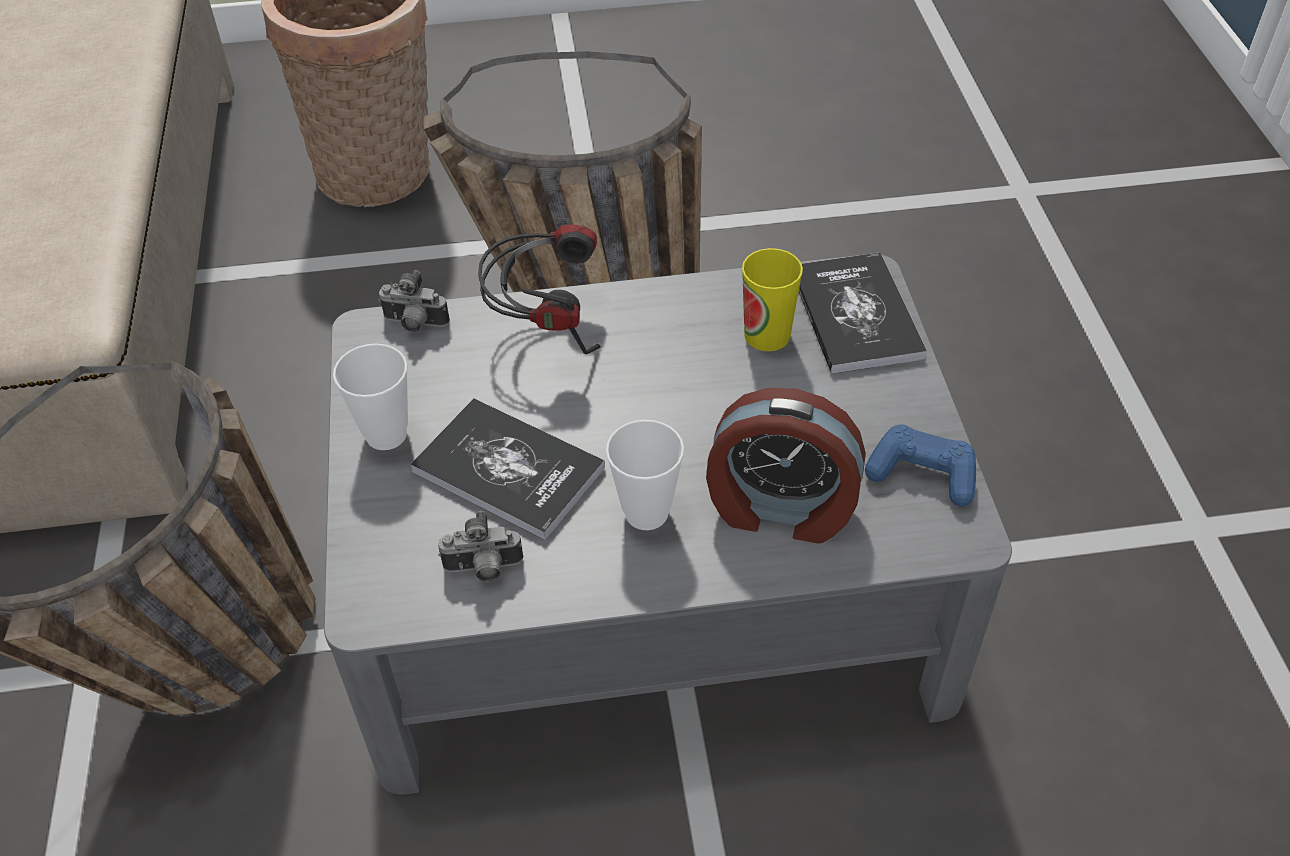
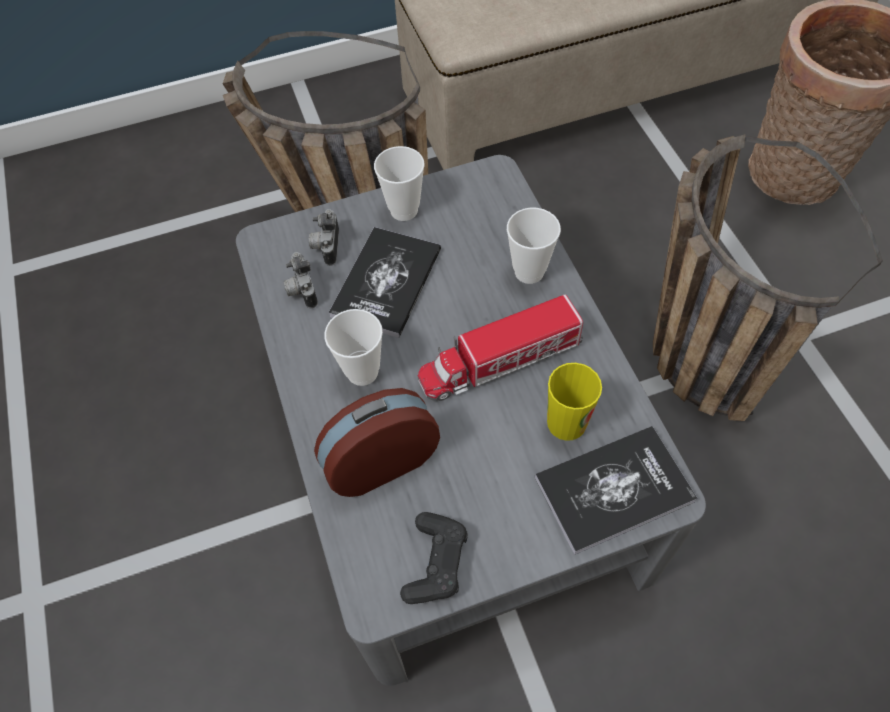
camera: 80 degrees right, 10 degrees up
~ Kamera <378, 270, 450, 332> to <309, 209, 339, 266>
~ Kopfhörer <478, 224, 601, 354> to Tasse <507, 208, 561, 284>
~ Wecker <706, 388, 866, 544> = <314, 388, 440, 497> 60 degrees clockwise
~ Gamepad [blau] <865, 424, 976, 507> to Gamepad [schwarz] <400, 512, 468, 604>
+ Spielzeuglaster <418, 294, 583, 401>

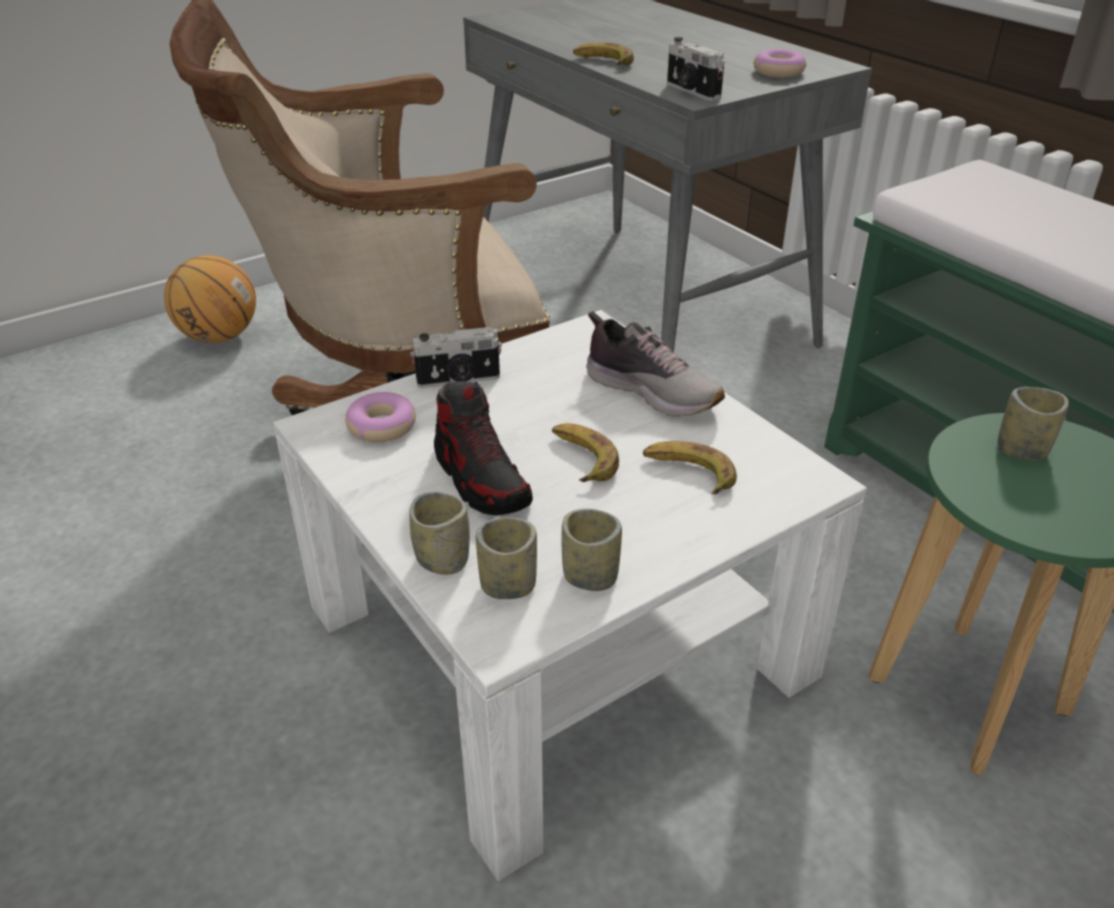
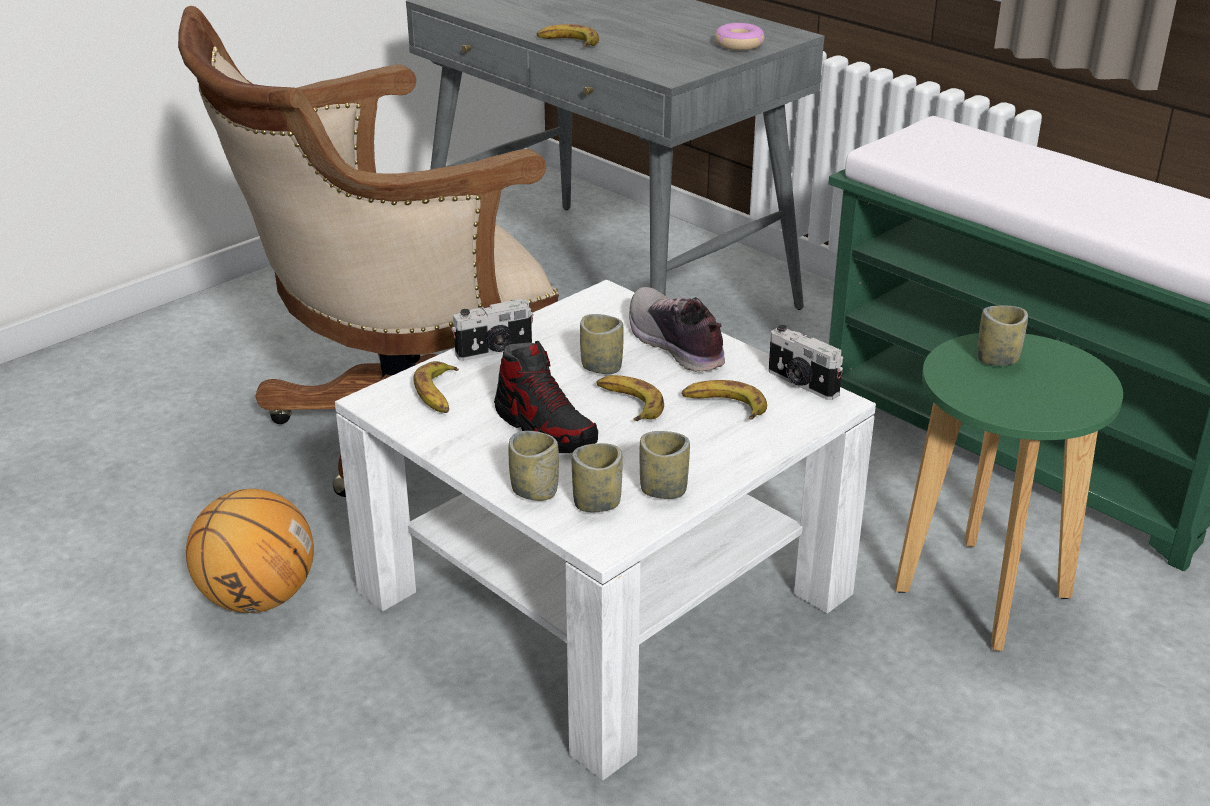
camera: 10 degrees left, 5 degrees down
~ Basketball <164, 255, 256, 343> to <186, 489, 314, 613>
~ Donut <345, 392, 416, 442> to Banane <413, 361, 459, 413>
~ Schuh <586, 311, 725, 416> = <629, 287, 725, 372> 150 degrees counterclockwise
~ Kamera <667, 37, 725, 101> to <768, 325, 843, 400>
+ Tasse <580, 314, 624, 374>

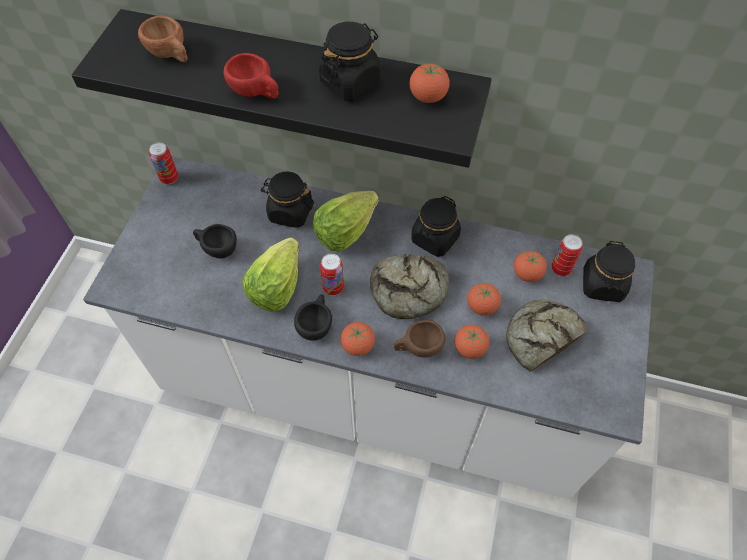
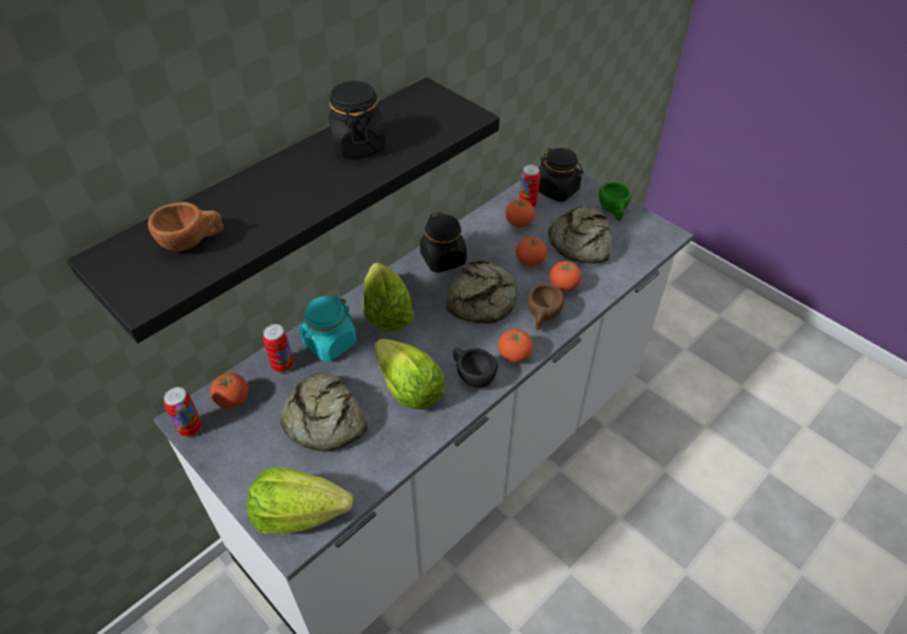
camera: 60 degrees left, 10 degrees down
~ Tasse [schwarz] <193, 224, 237, 258> to Brot <280, 372, 368, 451>
- Tasse [rot] <223, 53, 279, 99>
~ Vorratsglas [schwarz] <261, 172, 314, 228> to Vorratsglas [türkis] <299, 295, 356, 361>
~ Dose <320, 254, 344, 296> to <263, 324, 294, 373>
~ Tomate <409, 64, 449, 103> to <210, 373, 248, 409>
+ Salatkopf <247, 468, 353, 534>
+ Tasse [grün] <599, 182, 631, 221>

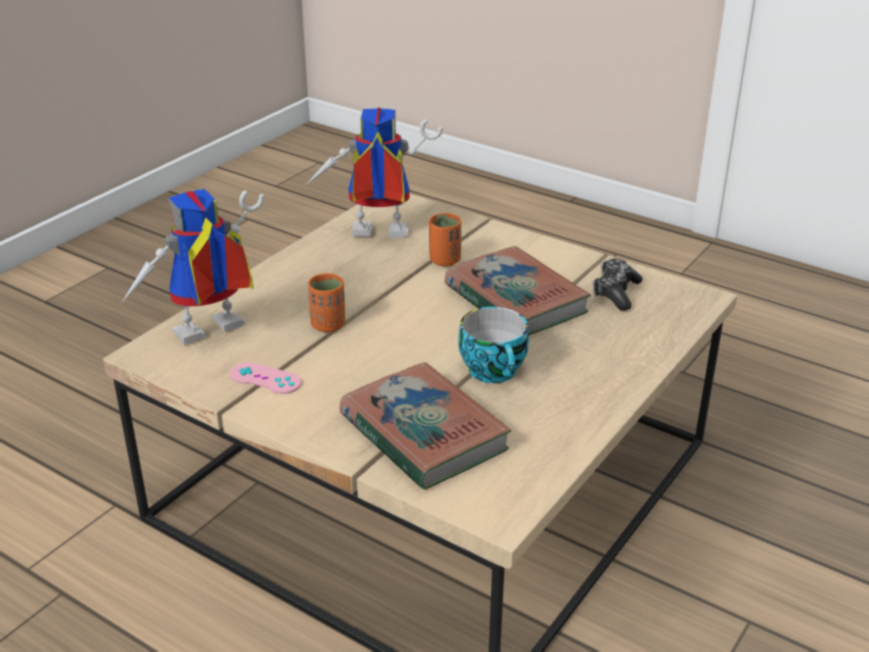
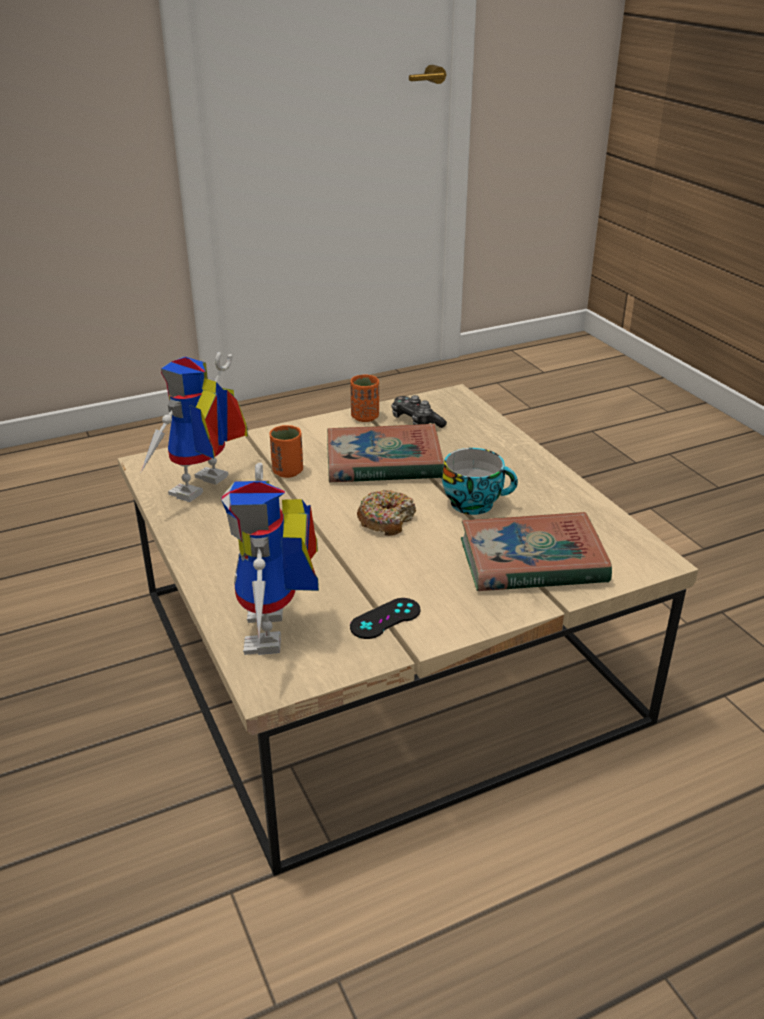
camera: 60 degrees left, 0 degrees up
~ Gamepad [rosa] <230, 362, 301, 394> to Gamepad [schwarz] <350, 598, 420, 639>
~ Tasse [orange] <308, 273, 345, 332> to <351, 374, 379, 422>
+ Donut <357, 490, 416, 536>

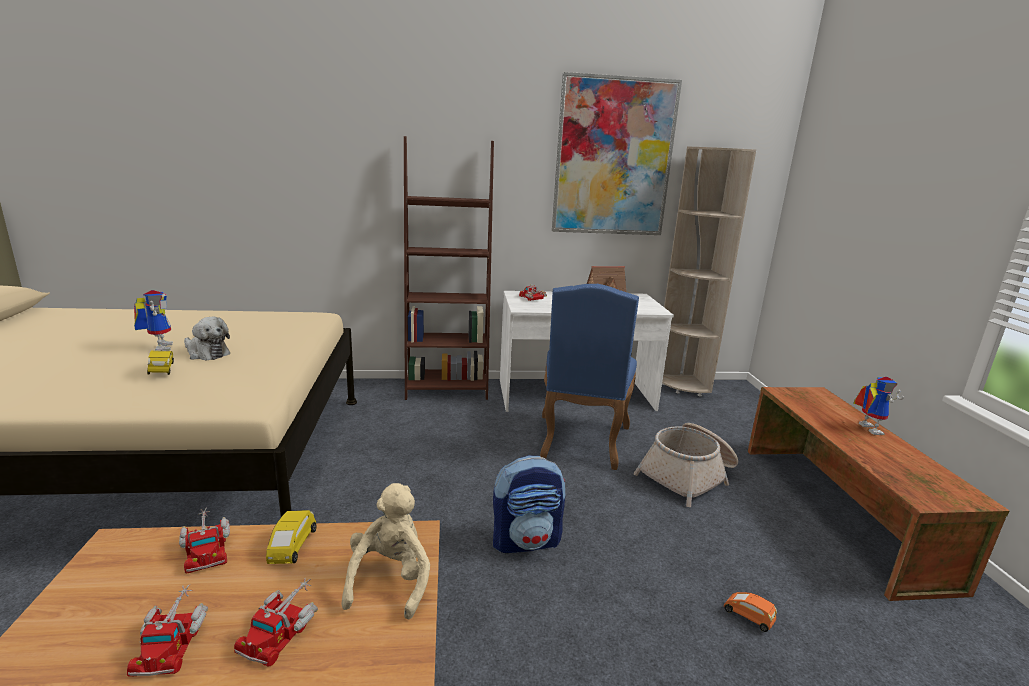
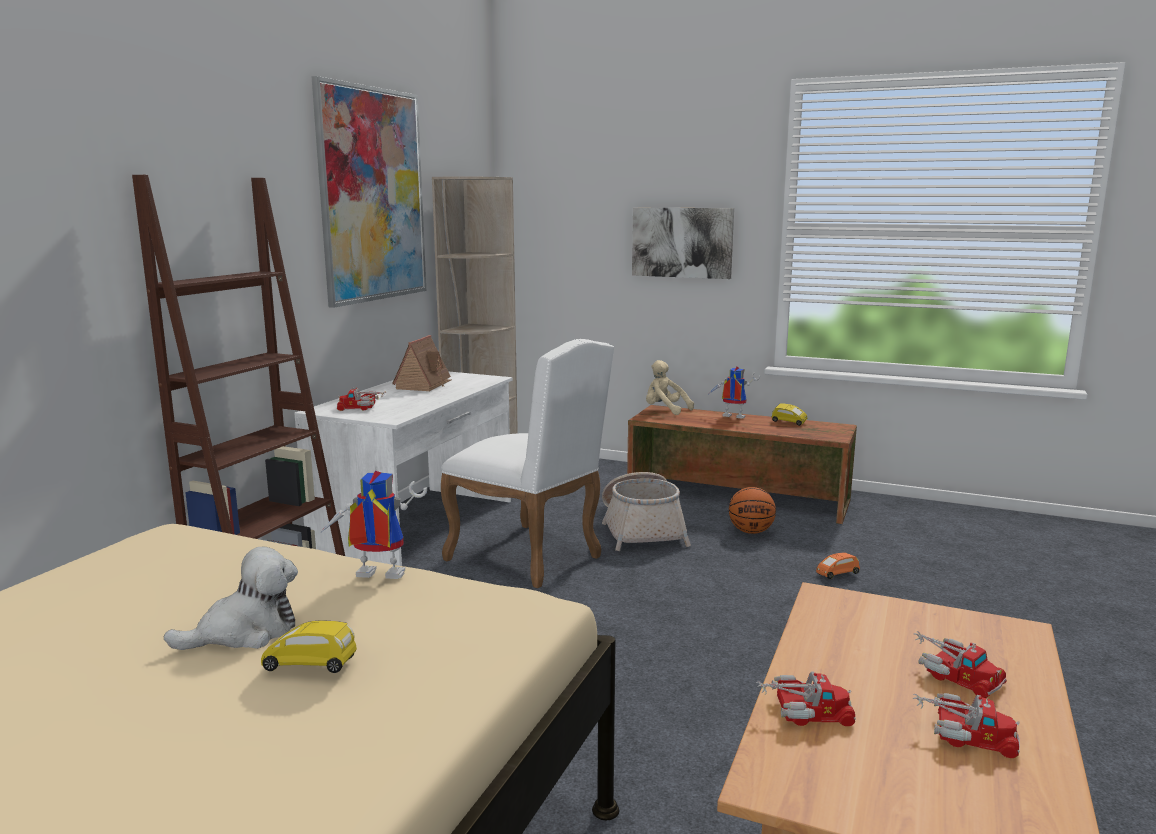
camera: 60 degrees left, 5 degrees down
~ Spielzeugroboter <134, 290, 173, 351> to <320, 471, 427, 579>
~ Spielzeugauto [gelb] <266, 510, 317, 564> to <772, 404, 807, 426>
~ Plüschtier [beige] <342, 483, 430, 620> to <646, 360, 694, 415>
- Rucksack <493, 455, 565, 553>
~ Stuhl [blau] <540, 284, 639, 470> to Stuhl [weiß] <441, 339, 614, 588>
+ Bild <632, 208, 734, 279>
+ Basketball <729, 487, 776, 534>

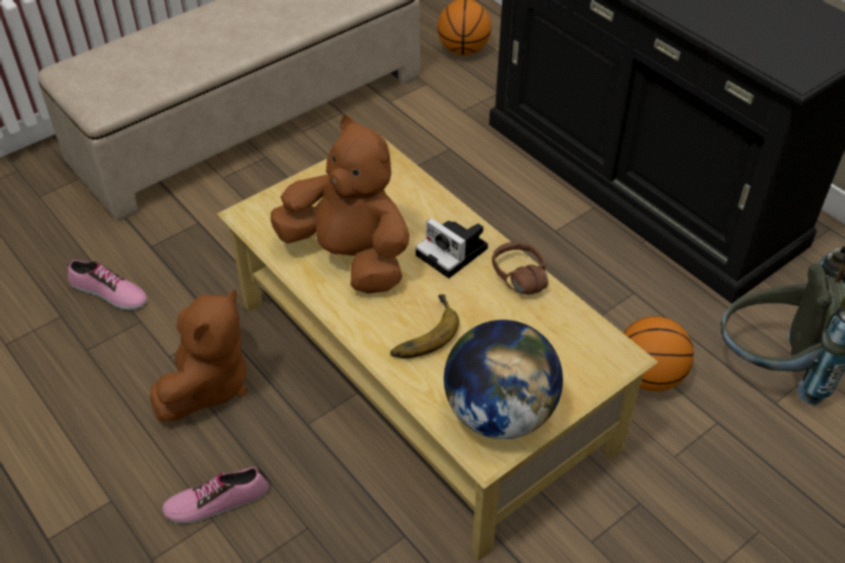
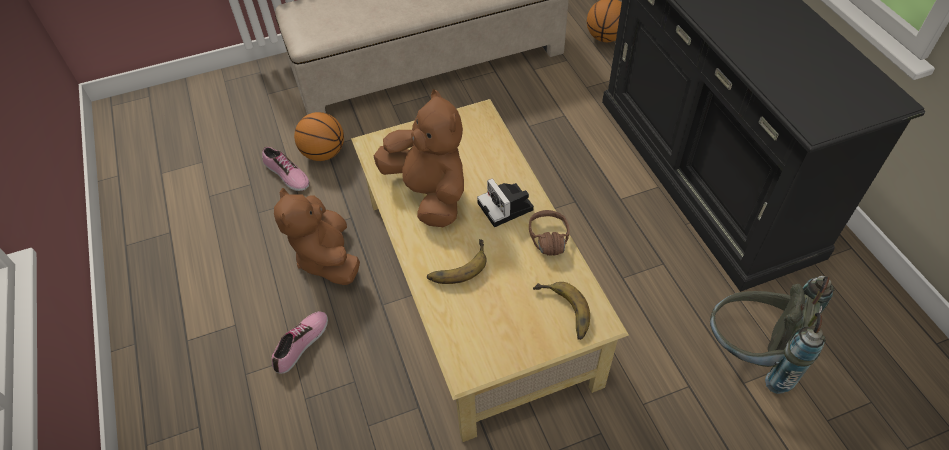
camera: 20 degrees right, 5 degrees up
~ Plüschtier [braun] <150, 289, 248, 421> = <274, 188, 360, 285> 120 degrees clockwise
~ Schuh <162, 467, 269, 524> = <272, 311, 328, 374> 120 degrees clockwise
- Globus <444, 320, 563, 439>
~ Basketball <623, 316, 694, 391> to <294, 112, 344, 161>
+ Banane <533, 282, 590, 340>

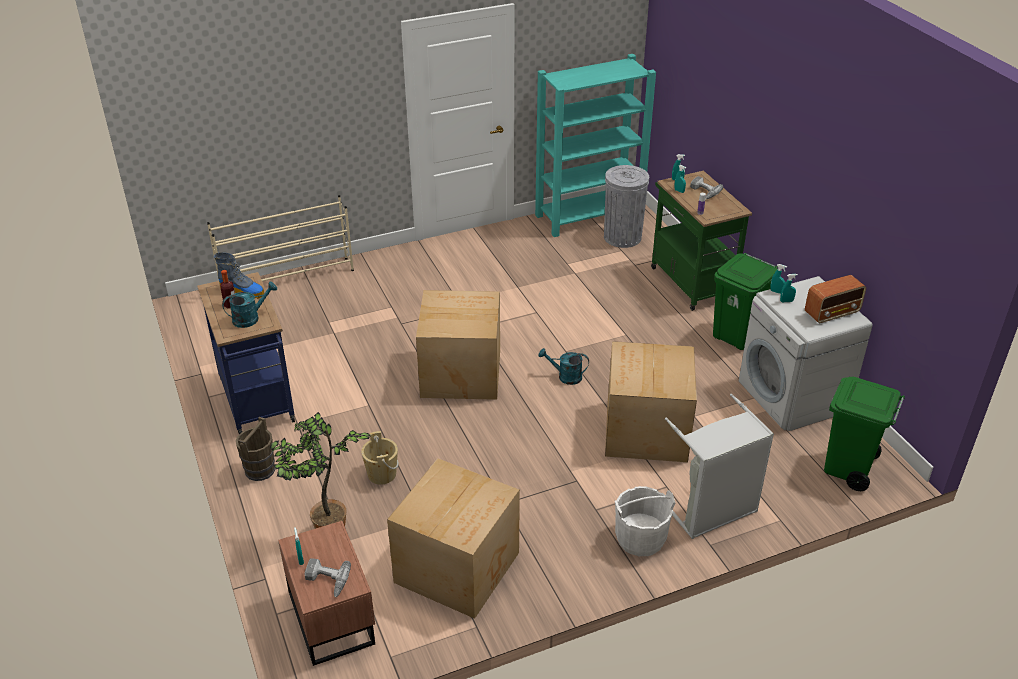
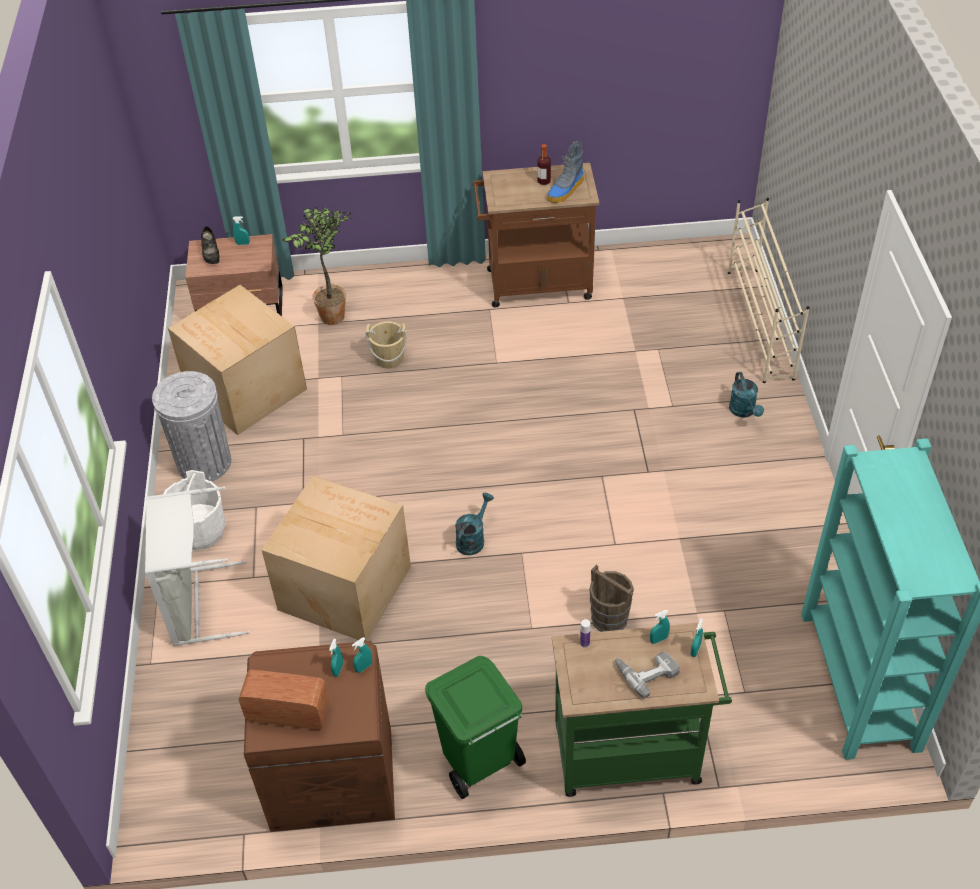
camera: 110 degrees right, 10 degrees up
~ Rollwagen [blau] <197, 272, 295, 434> to Rollwagen [braun] <472, 163, 599, 307>
~ Gießkanne [türkis] <222, 281, 277, 328> to <729, 372, 764, 418>
~ Eimer [braun] <236, 417, 275, 481> to <590, 565, 634, 632>
~ Bohrmaschine <304, 558, 351, 597> to Schuh [schwarz] <201, 226, 219, 264>
- Karton <416, 290, 500, 400>
~ Mülleimer [grau] <604, 165, 649, 248> to <152, 371, 231, 481>
~ Waschmaschine [weiß] <739, 276, 873, 431> to Waschmaschine [braun] <244, 641, 395, 832>
~ Radio <805, 275, 866, 324> = <239, 670, 329, 730> 105 degrees clockwise
- Mülleimer [grün] <824, 377, 905, 491>

